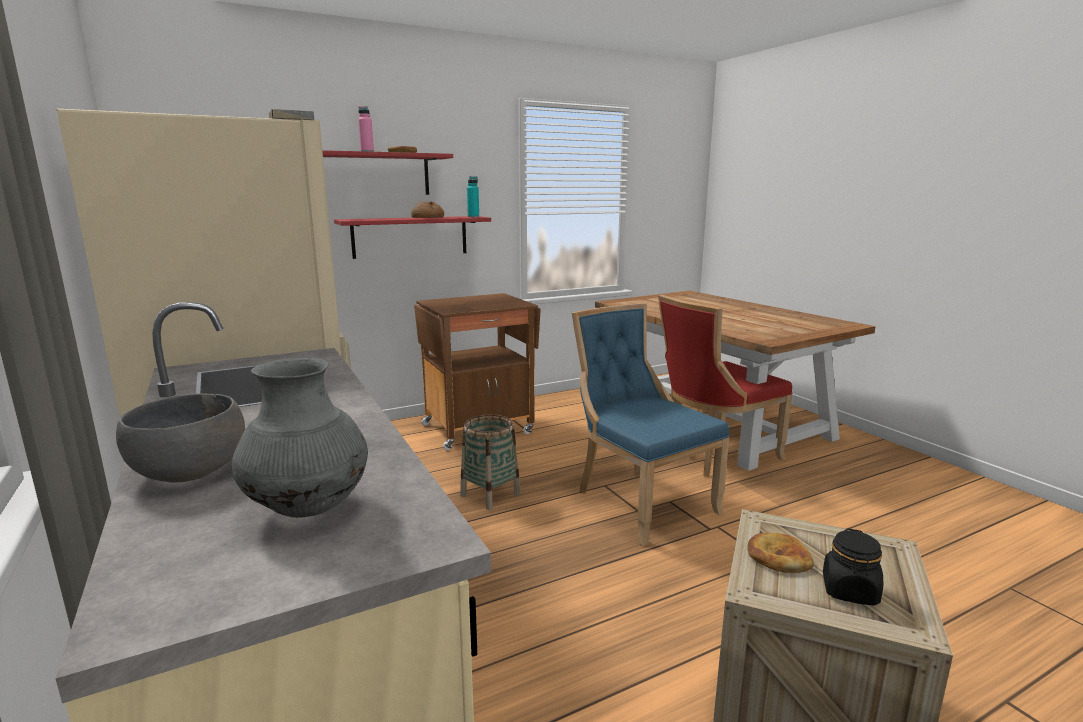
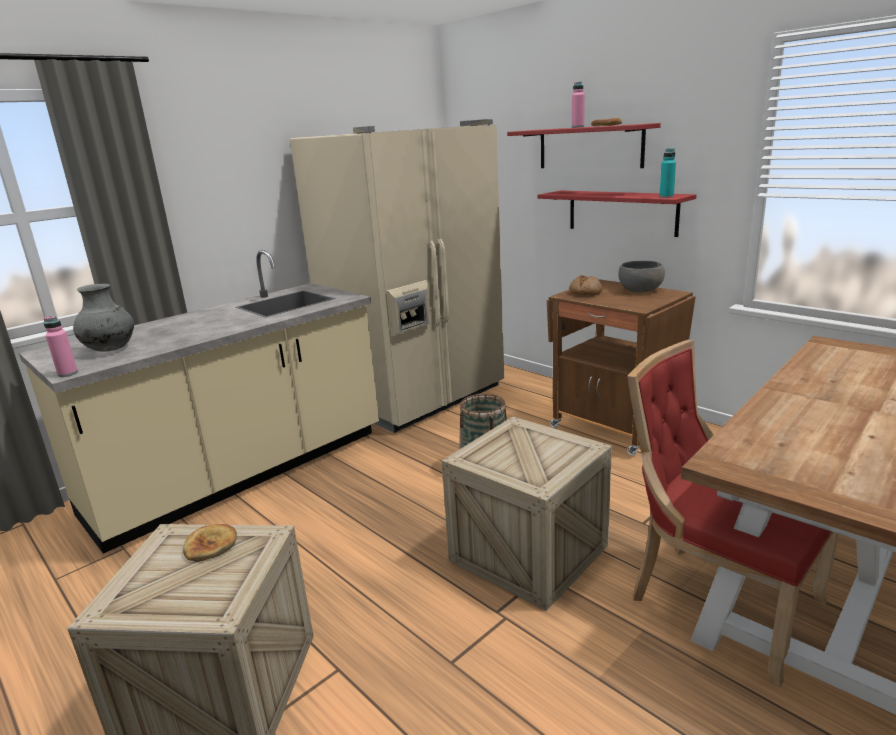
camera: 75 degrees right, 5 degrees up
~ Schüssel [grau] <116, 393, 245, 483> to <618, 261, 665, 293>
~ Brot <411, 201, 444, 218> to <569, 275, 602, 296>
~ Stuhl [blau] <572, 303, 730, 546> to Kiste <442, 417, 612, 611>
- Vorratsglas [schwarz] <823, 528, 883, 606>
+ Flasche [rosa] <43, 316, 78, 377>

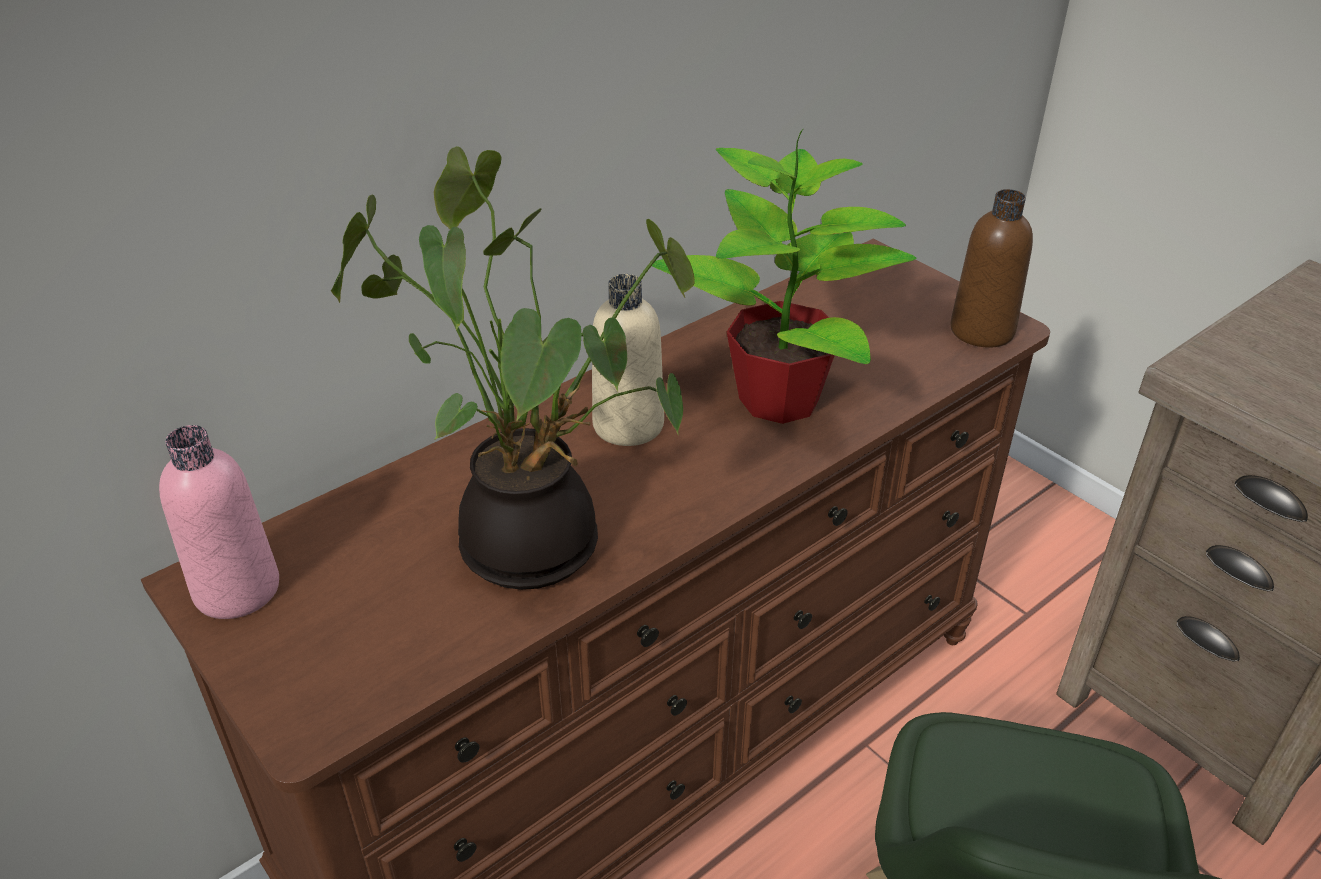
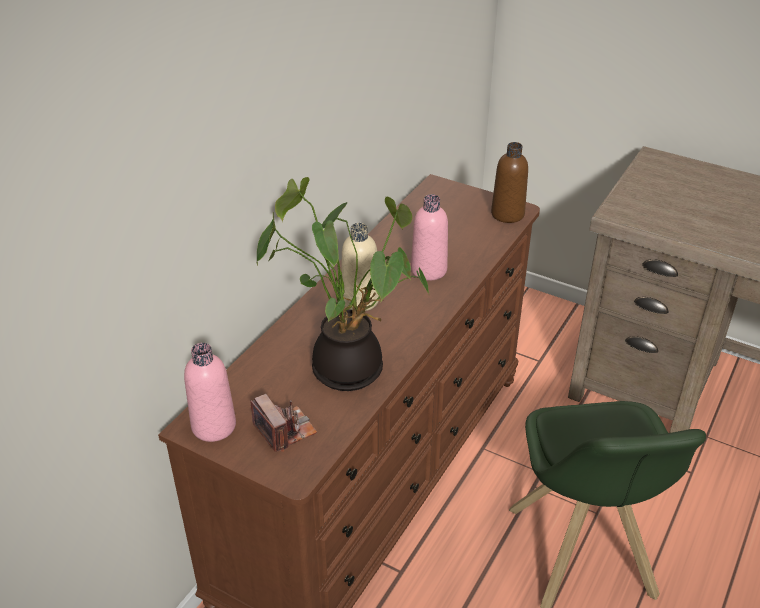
camera: 20 degrees left, 0 degrees up
~ Topfpflanze <652, 128, 917, 424> to Flasche [rosa] <411, 194, 448, 281>
+ Kamera <251, 394, 317, 452>

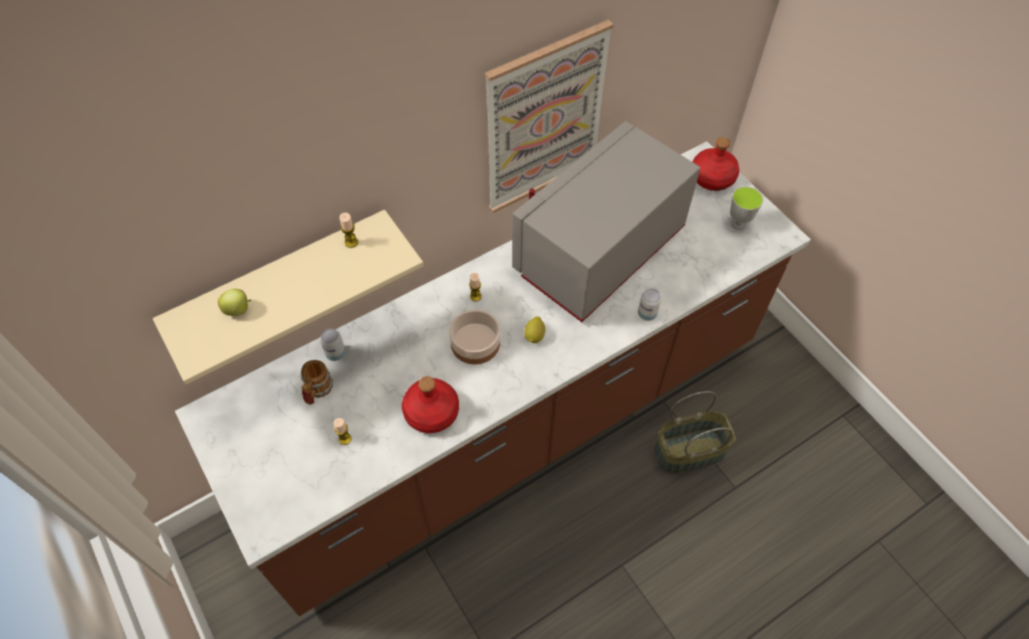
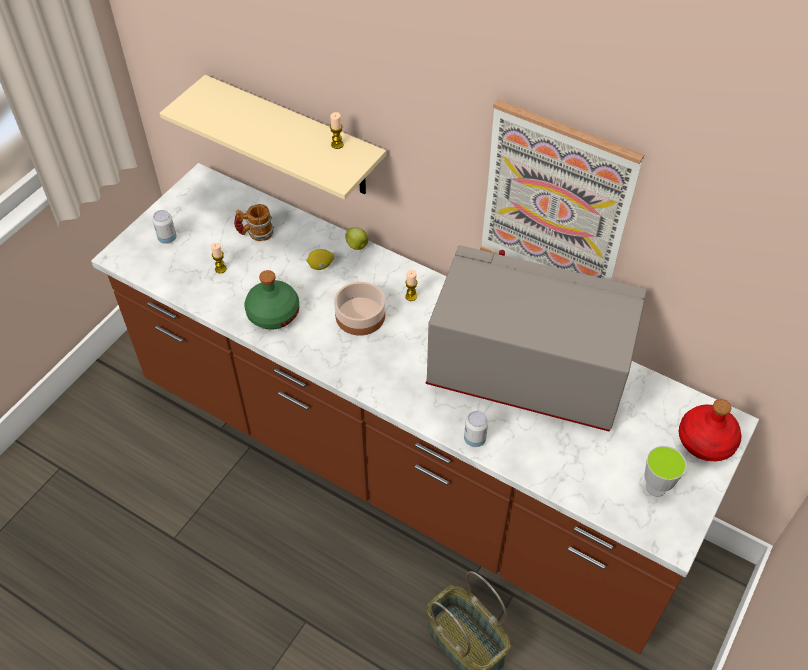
camera: 65 degrees right, 5 degrees down
~ Apfel <218, 289, 251, 316> to <345, 227, 369, 250>
~ Dose <320, 329, 346, 361> to <152, 210, 177, 244>
~ Flasche [rot] <402, 376, 459, 433> to Flasche [grün] <244, 270, 299, 330>
~ Zitrone <524, 316, 546, 343> to <306, 249, 334, 270>

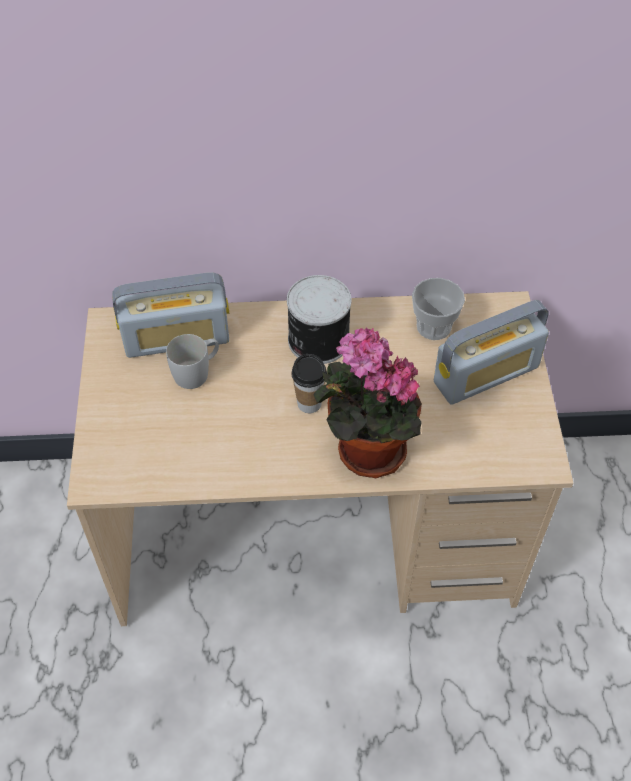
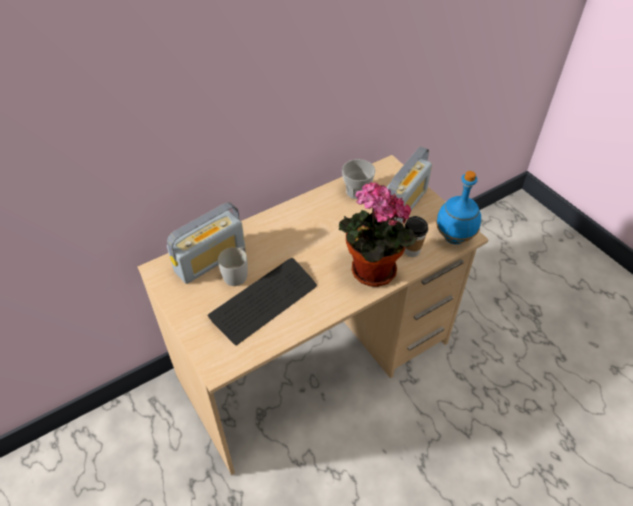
camera: 30 degrees left, 5 degrees down
- Dose <287, 275, 352, 364>
~ Tasse <292, 354, 327, 413> to <404, 216, 428, 257>
+ Tastatur <207, 258, 317, 345>
+ Flasche [blau] <436, 171, 481, 244>

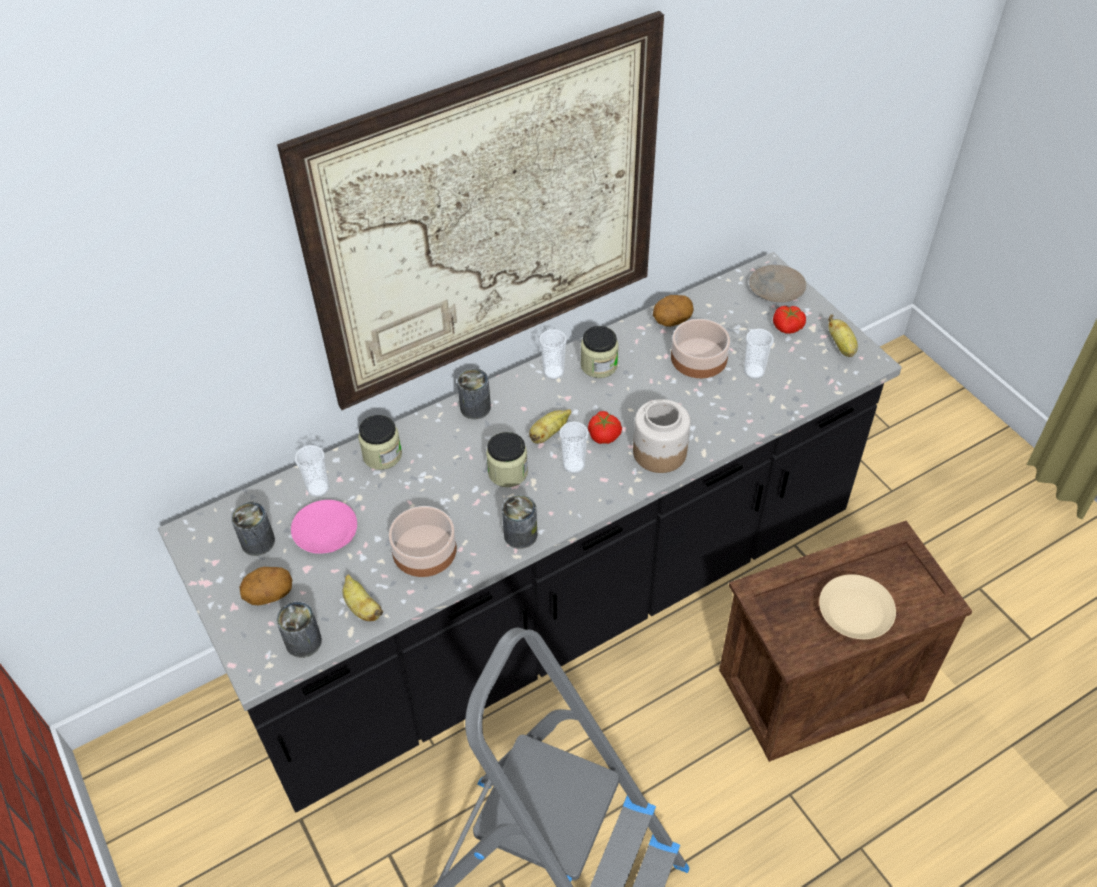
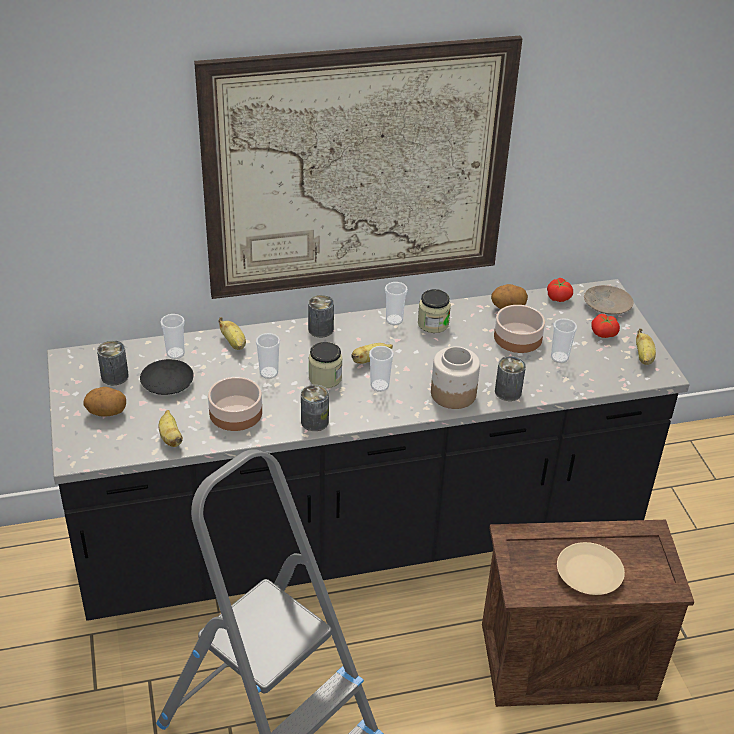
camera: 15 degrees right, 10 degrees down
~ Dose <276, 601, 322, 658> to <495, 356, 526, 401>
~ Teller [rosa] <291, 500, 357, 554> to Teller [schwarz] <140, 359, 194, 395>
~ Vorratsglas <358, 415, 402, 470> to Banane <218, 317, 246, 350>
~ Tomate <588, 411, 622, 444> to <547, 278, 573, 302>
+ Tasse <256, 333, 280, 379>

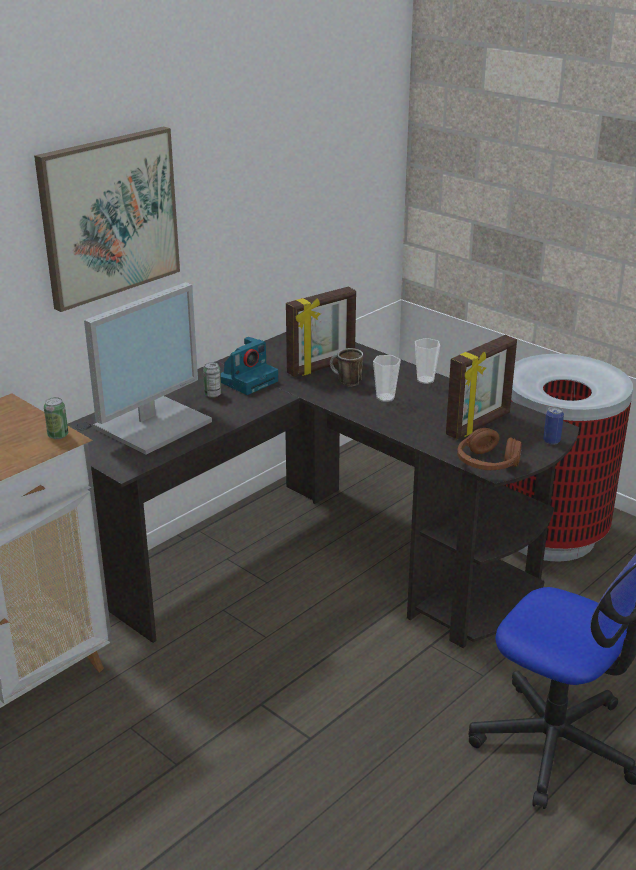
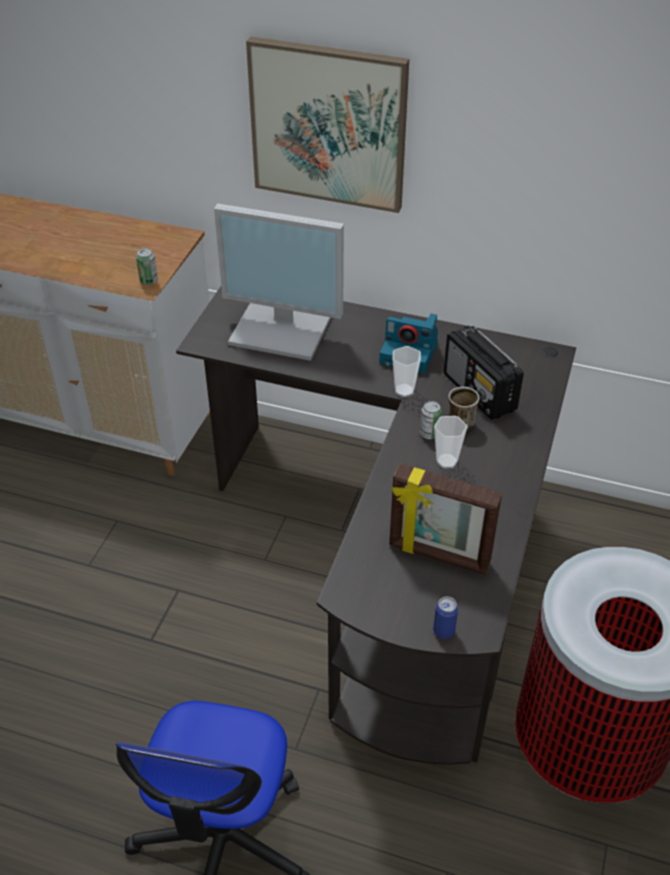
camera: 65 degrees right, 15 degrees up
~ Dose <203, 362, 222, 398> to <420, 401, 442, 439>
~ Bilderrahmen <286, 287, 356, 377> to Radio <444, 325, 524, 420>
~ Tasse <415, 338, 440, 384> to <392, 346, 421, 397>
- Kopfhörer [braun] <457, 428, 521, 470>

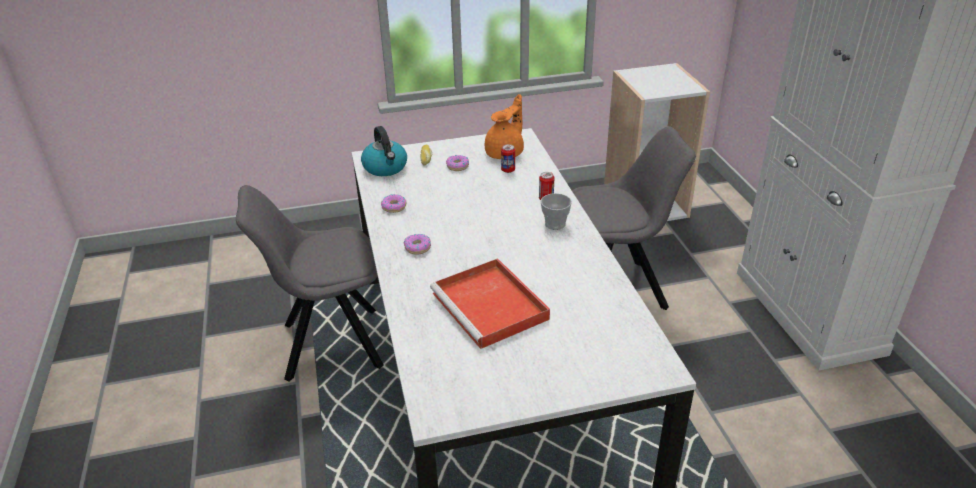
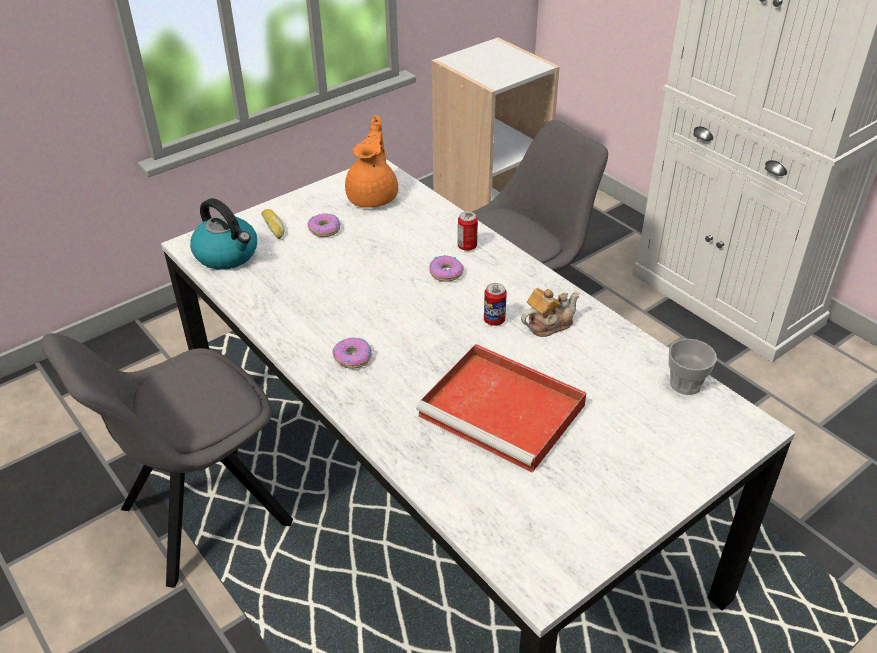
camera: 25 degrees left, 5 degrees up
~ Donut <381, 194, 407, 213> to <429, 255, 464, 282>
~ Dose <501, 144, 515, 173> to <484, 283, 507, 326>
~ Tasse <541, 193, 572, 230> to <669, 339, 717, 395>
+ Teekanne <521, 288, 580, 337>

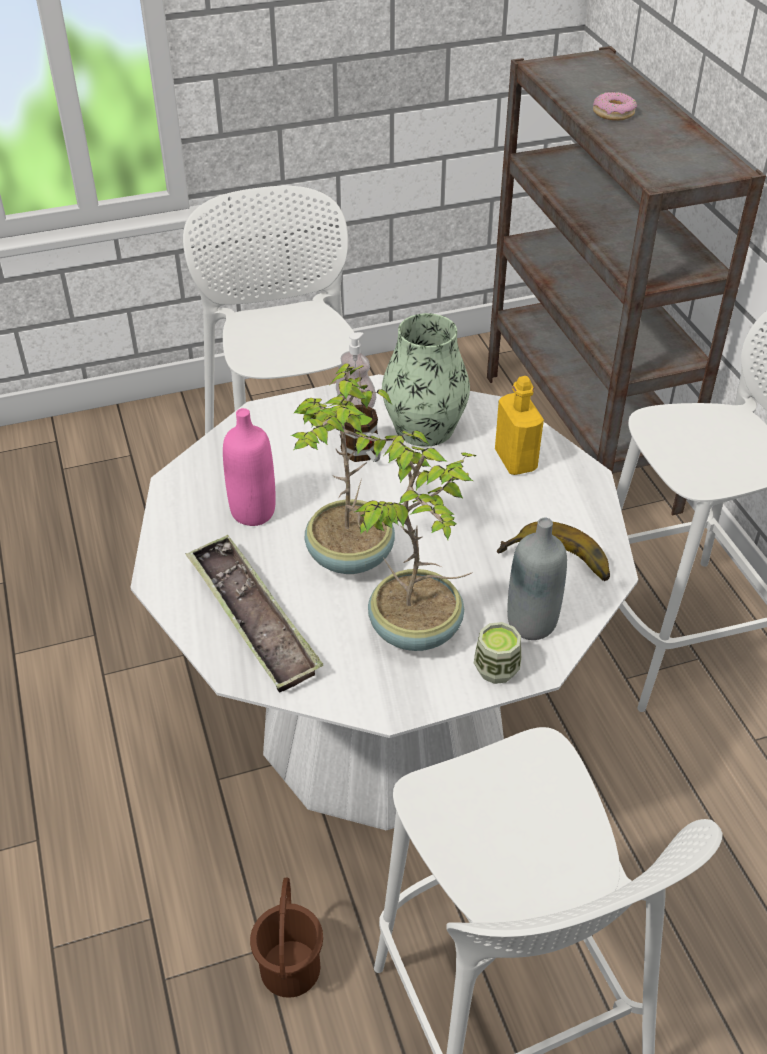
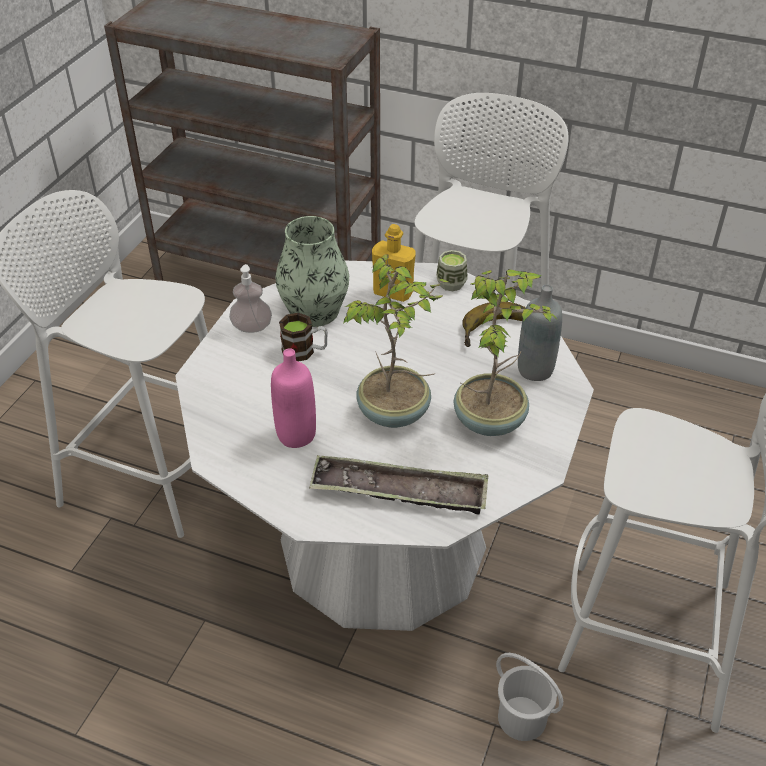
camera: 50 degrees left, 0 degrees up
~ Eimer [braun] <250, 877, 323, 998> to Eimer [weiß] <496, 653, 563, 741>
~ Tasse <474, 622, 521, 684> to <436, 250, 468, 291>
- Donut <593, 92, 637, 121>

